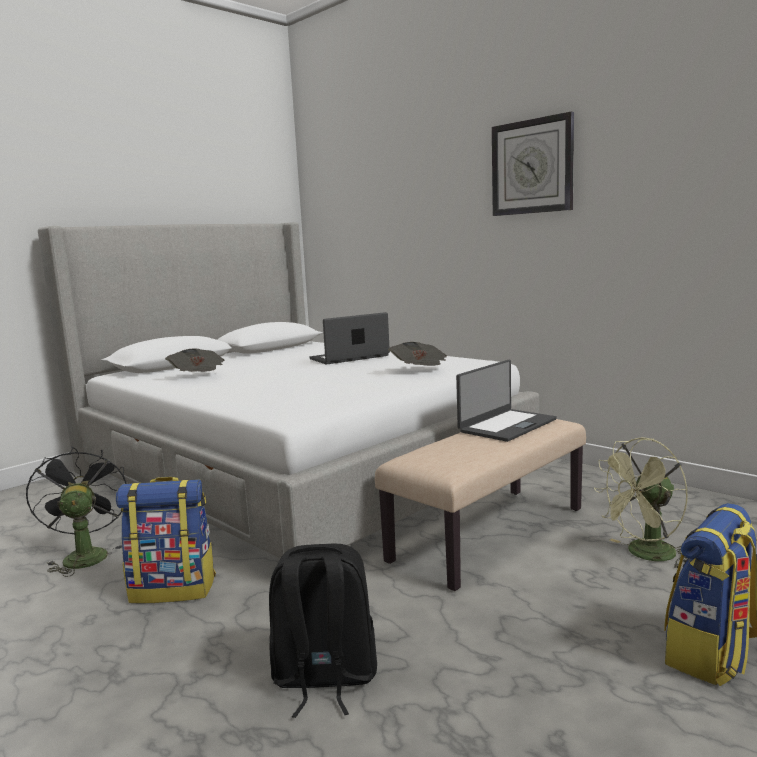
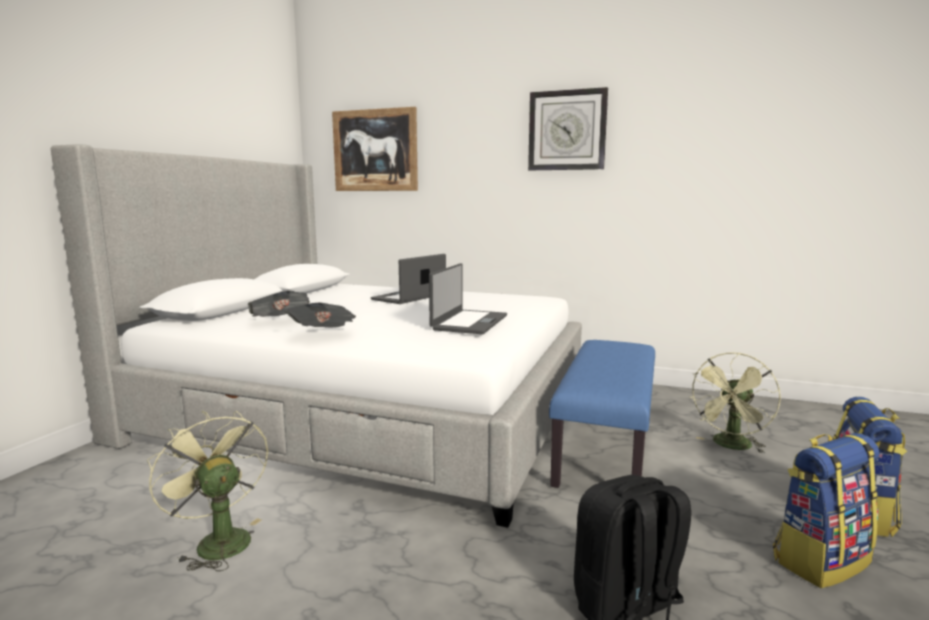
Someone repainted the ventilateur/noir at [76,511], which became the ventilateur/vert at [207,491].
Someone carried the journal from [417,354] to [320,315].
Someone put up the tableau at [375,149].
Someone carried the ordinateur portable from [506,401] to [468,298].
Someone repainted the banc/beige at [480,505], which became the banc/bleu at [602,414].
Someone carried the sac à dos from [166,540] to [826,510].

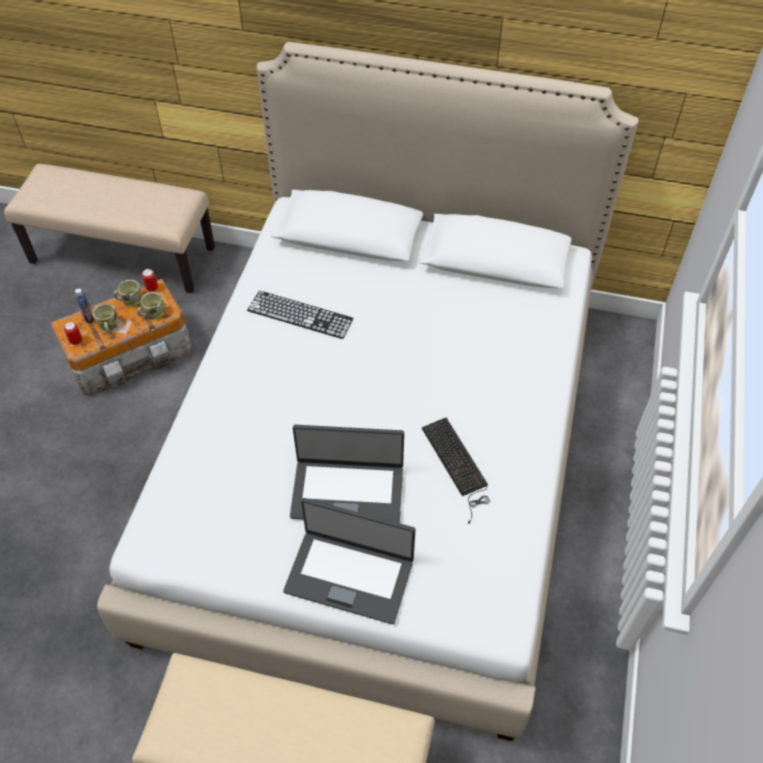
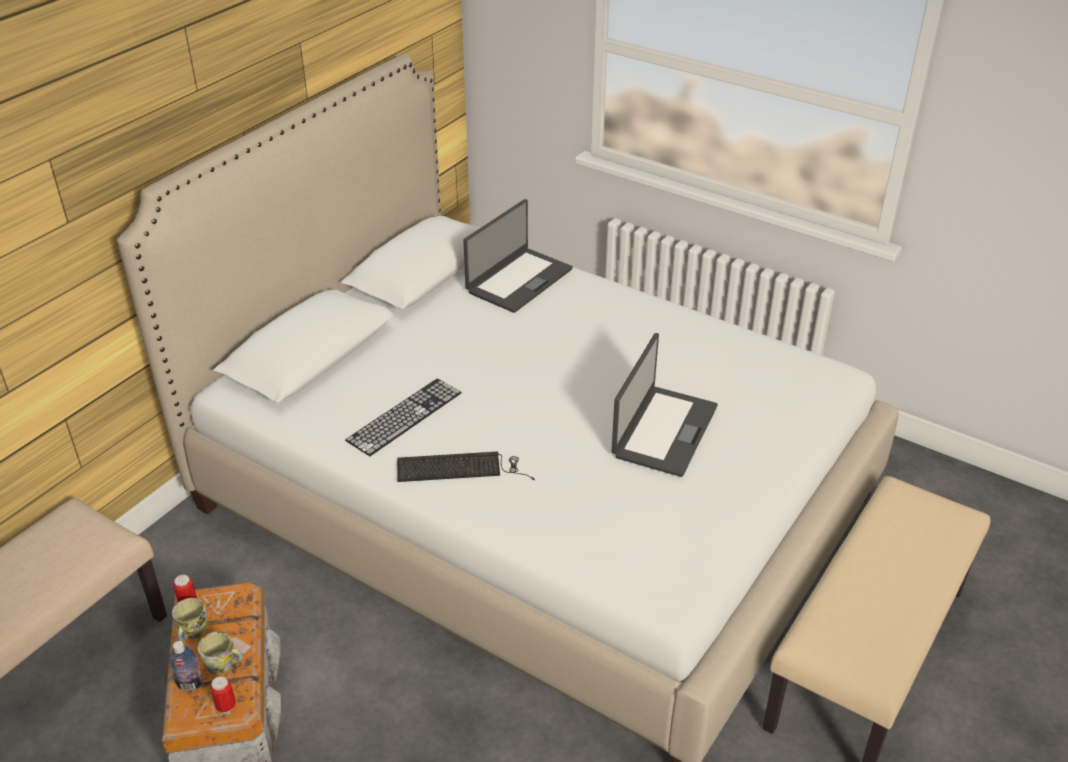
Someone carried the clavier from [456,471] to [466,466].
Someone carried the ordinateur portable from [349,561] to [518,256].
Someone took away the mug at [150,306].

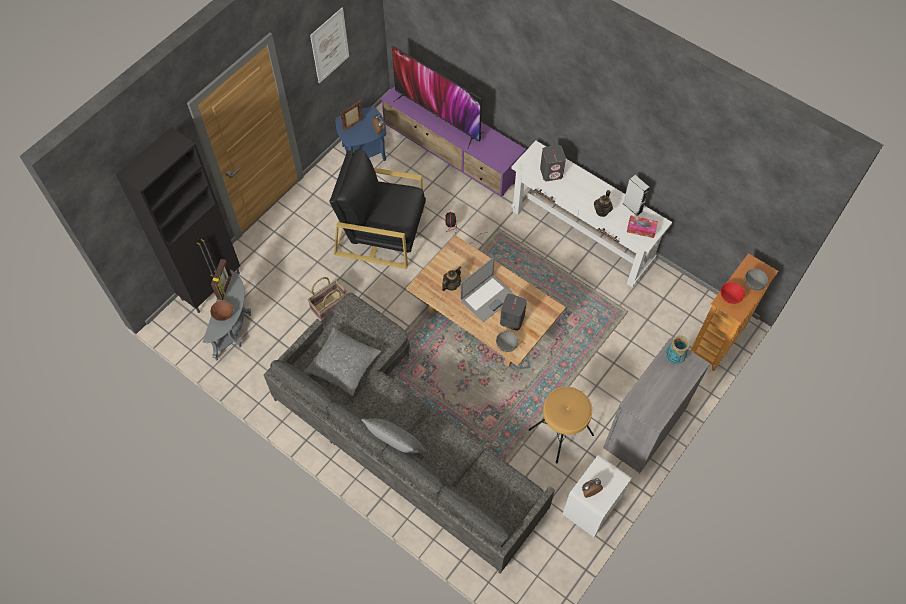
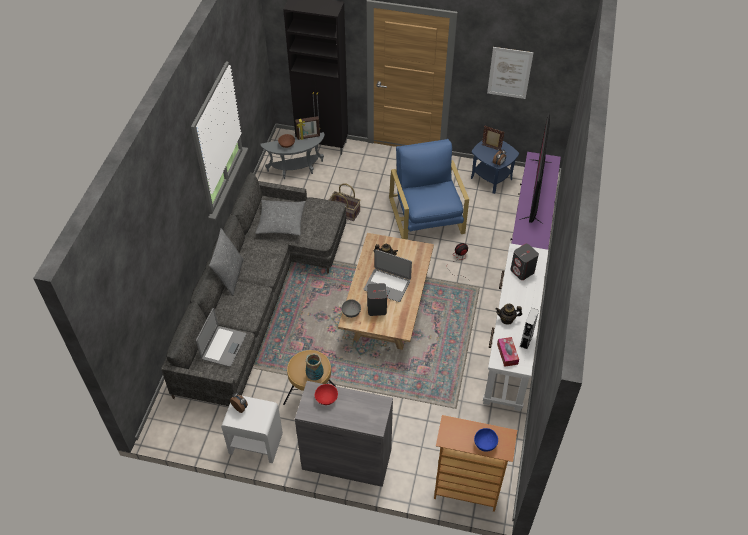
Someone put down the ordinateur portable at [221,337].
Someone carried the vase from [678,349] to [314,367].
Someone carried the bol/rouge from [732,293] to [326,394].
Someone repainted the fauteuil/noir at [377,209], which became the fauteuil/bleu at [429,189].
Someone repainted the bol/gris at [756,279], which became the bol/bleu at [486,440].

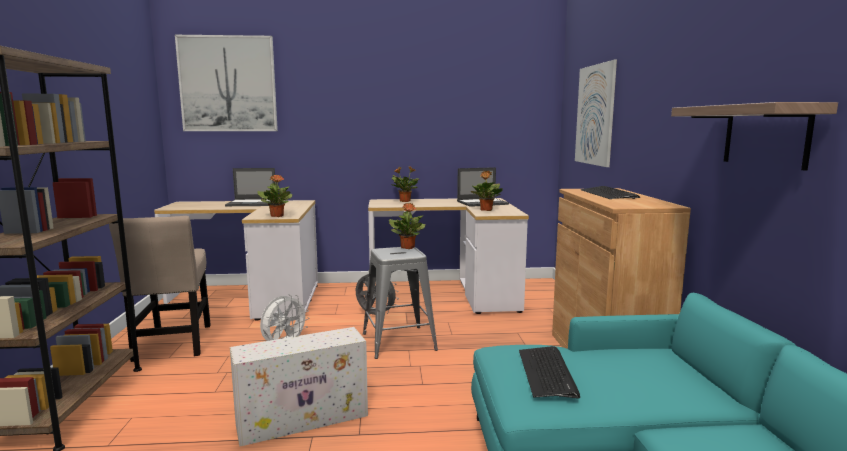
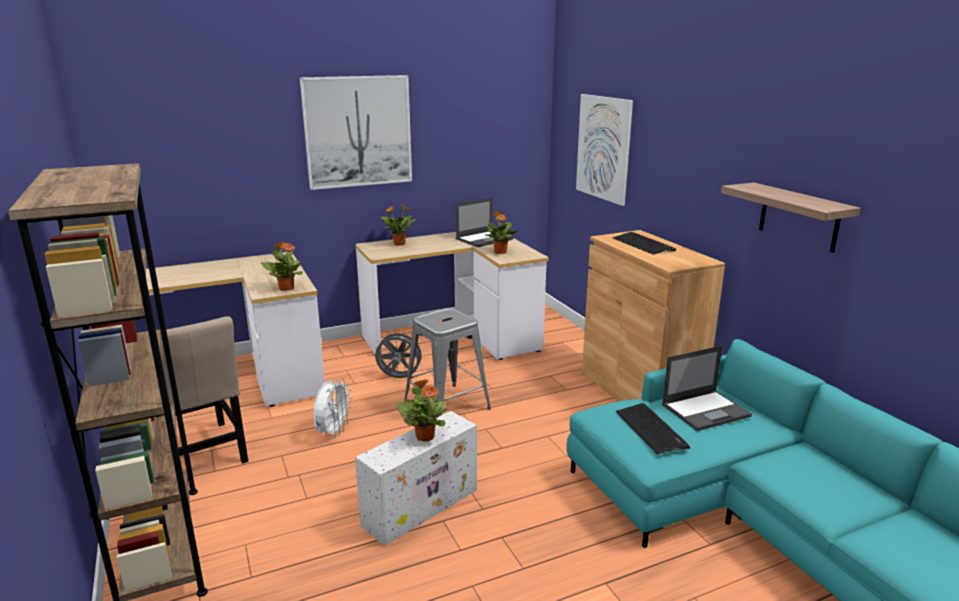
Someone carried the tableau from [226,83] to [356,132].
Someone carried the plante en pot from [407,226] to [422,410].
Someone carried the ordinateur portable from [250,187] to [707,388].

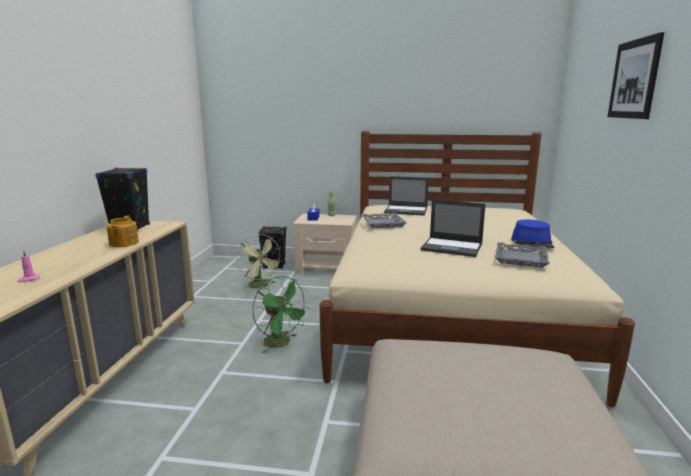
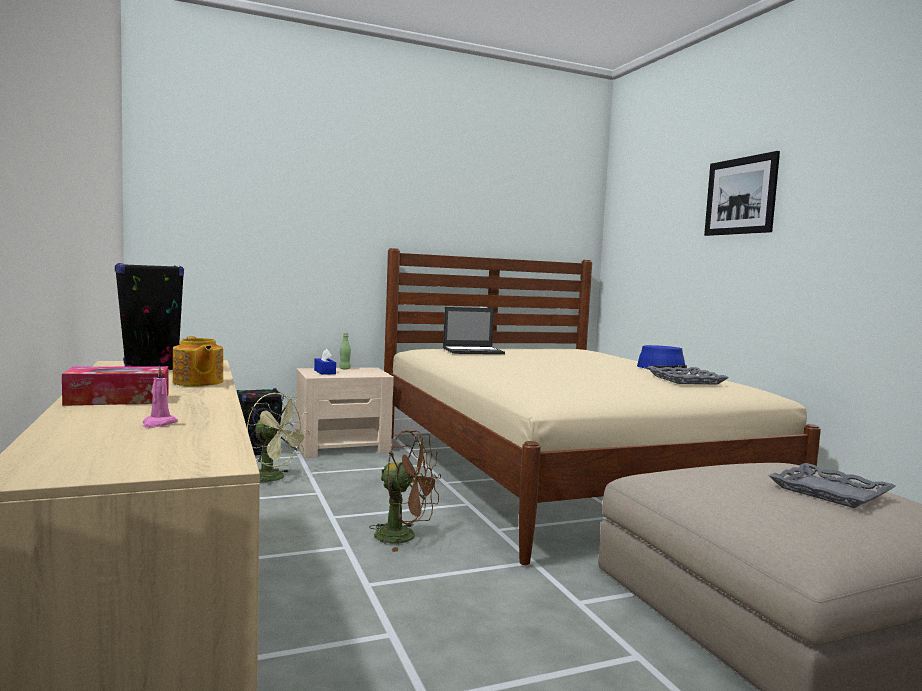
Someone put down the boîte à mouchoirs at [115,386].
Someone repainted the ventilateur/vert at [281,314], which became the ventilateur/marron at [405,491].
Someone carried the plateau/gris from [384,220] to [832,485].
Someone took away the ordinateur portable at [453,228].

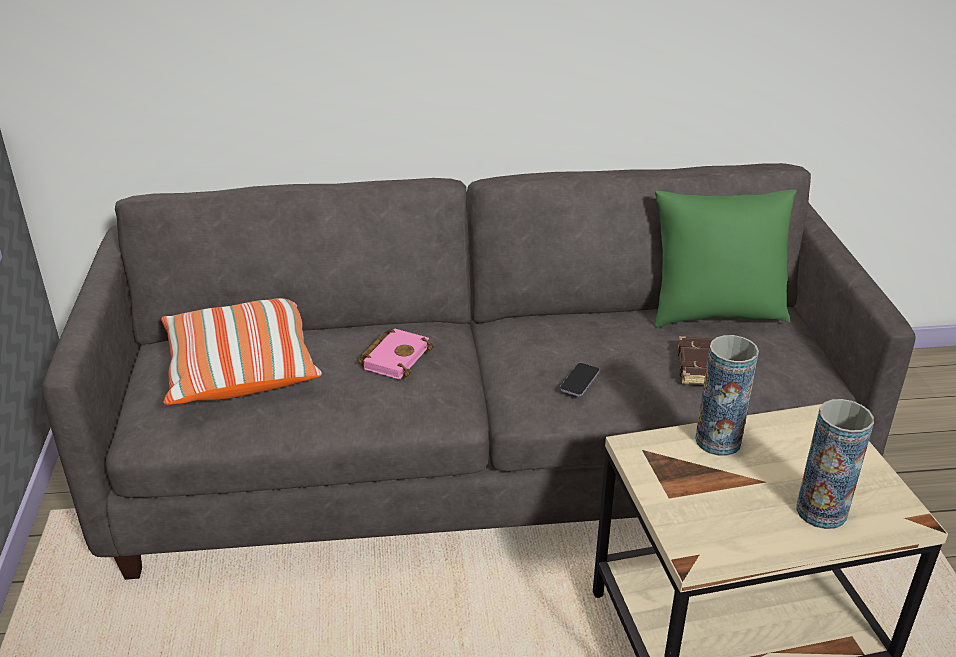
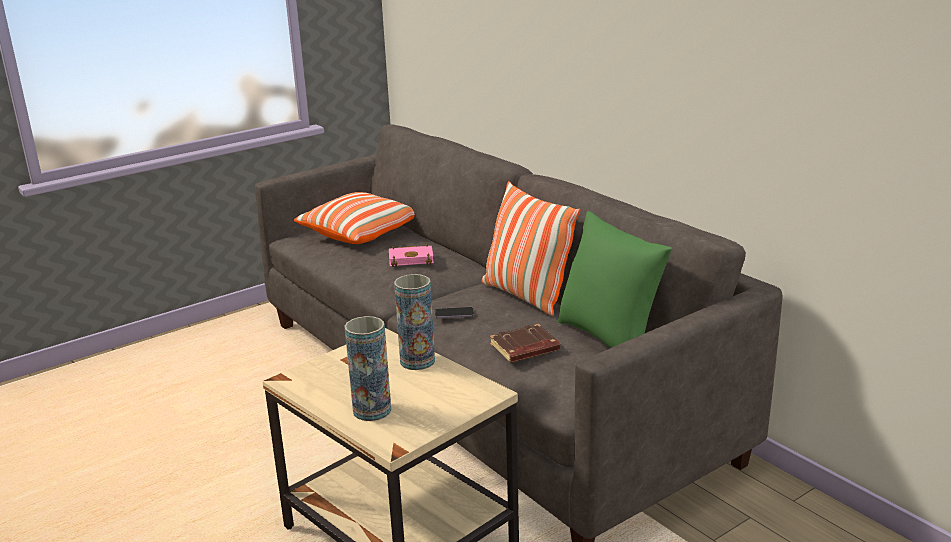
Someone put down the coussin at [531,248].

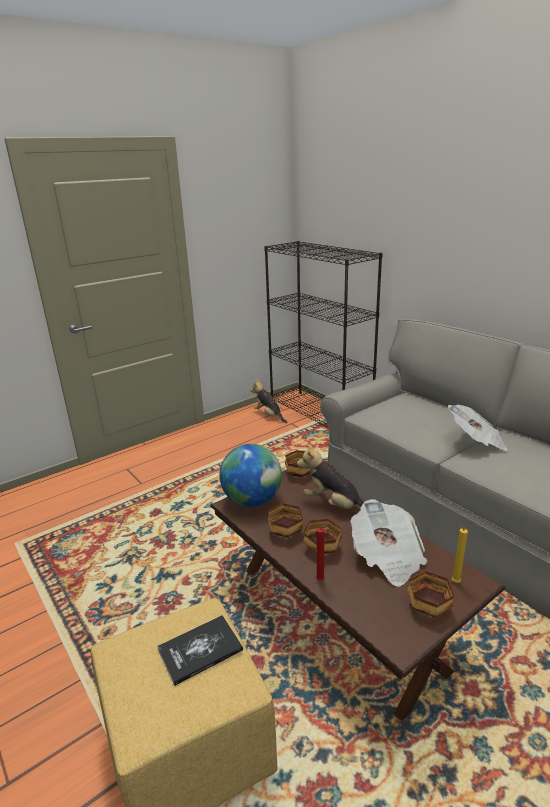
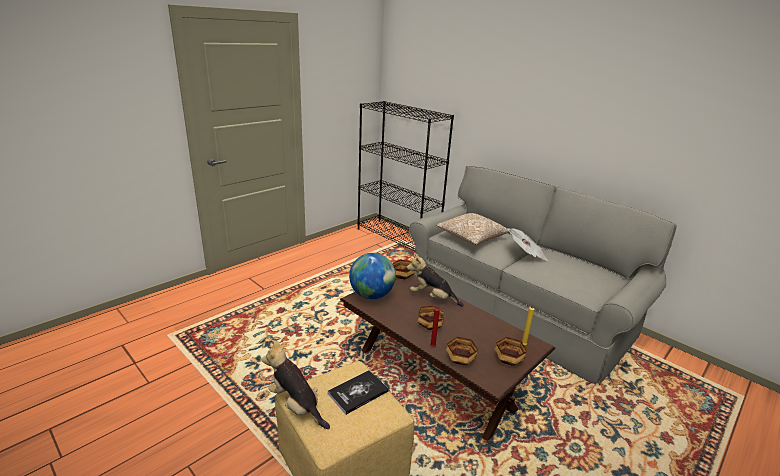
Someone carried the peluche from [268,401] to [296,384].
Someone put down the coussin at [472,229].
Someone carried the bol from [285,520] to [462,351].
Someone took away the journal at [389,543].

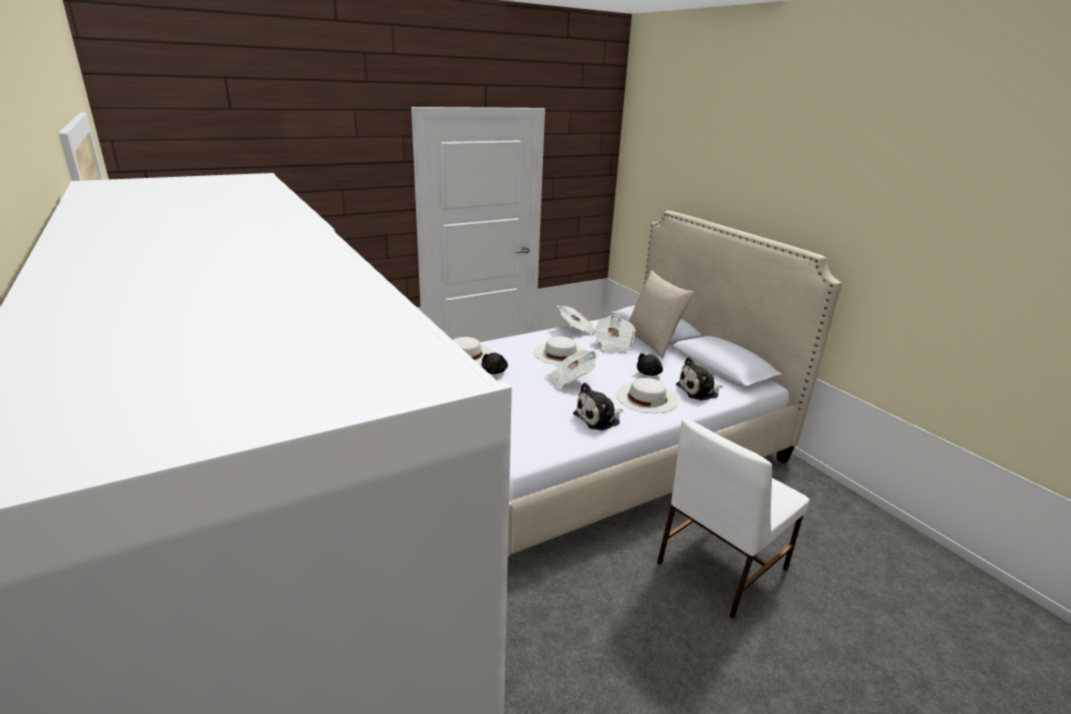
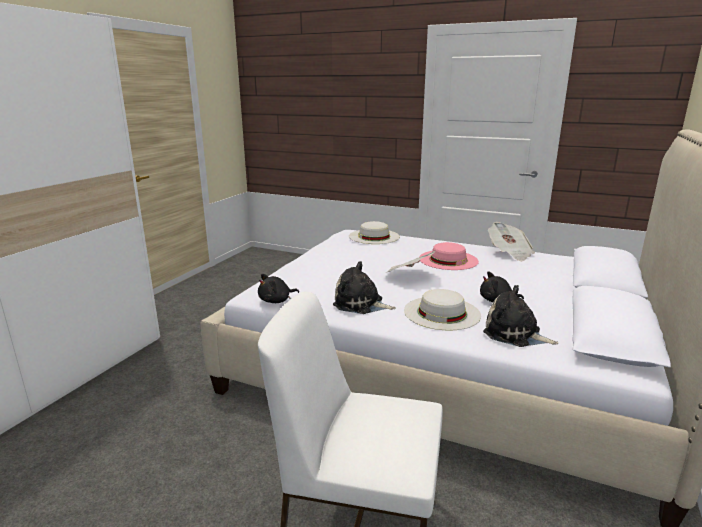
Someone carried the peluche/noir from [495,363] to [278,288].
Someone repainted the chapeau/blanc at [559,350], which became the chapeau/rose at [449,256].
Someone took away the journal at [614,335].
Someone took away the coussin/beige at [661,314].

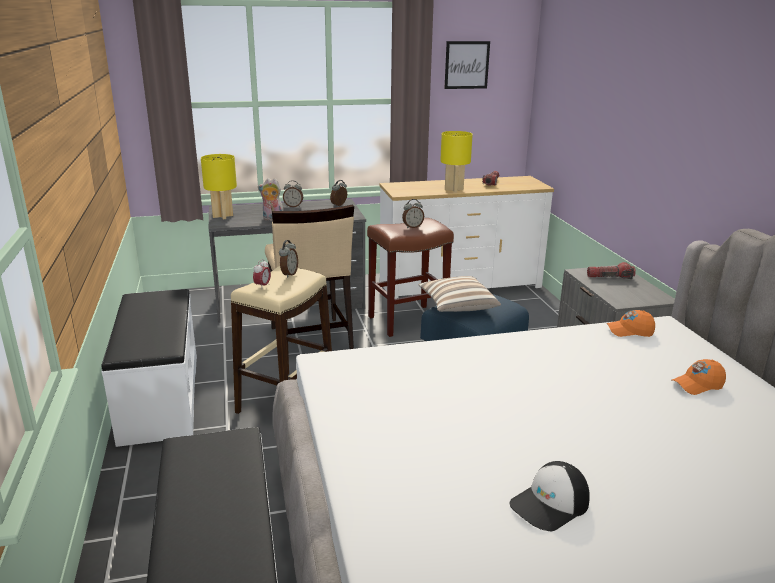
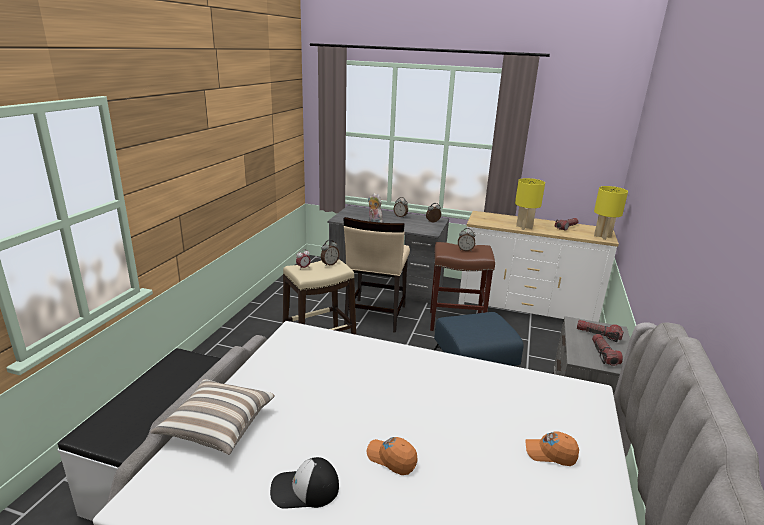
Someone carried the coussin from [459,294] to [212,417].
Someone carried the casquette/orange from [631,323] to [392,456].
Someone put down the lampe de poche at [607,350].
Someone carried the lampe de table/jaune from [219,186] to [611,213].
Someone took away the banc/blanc at [149,368].
Someone took away the tableau at [467,65].

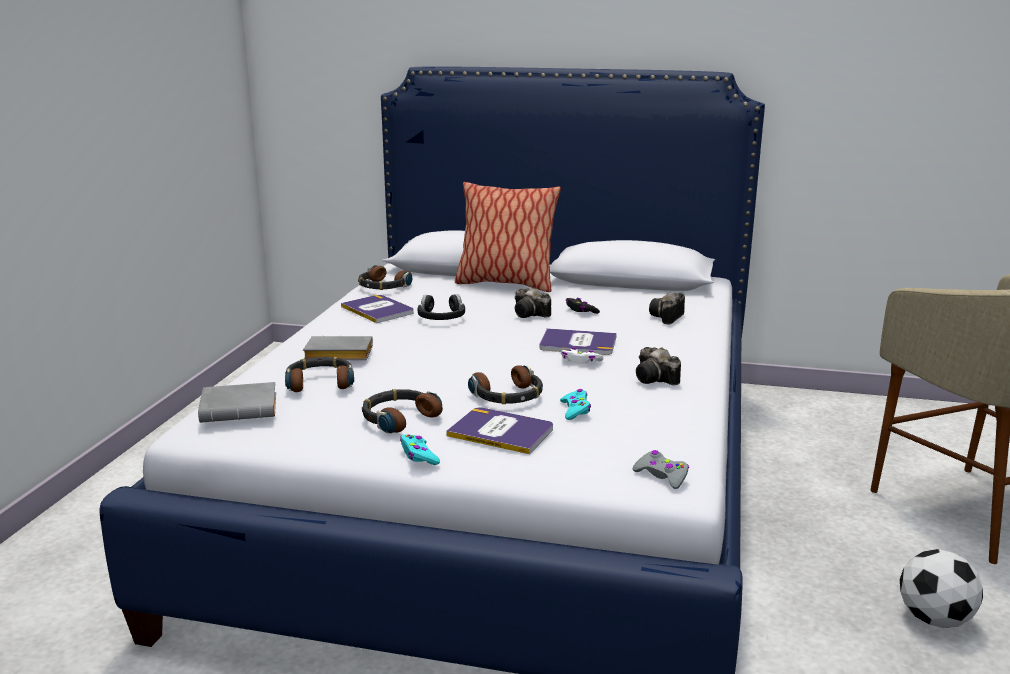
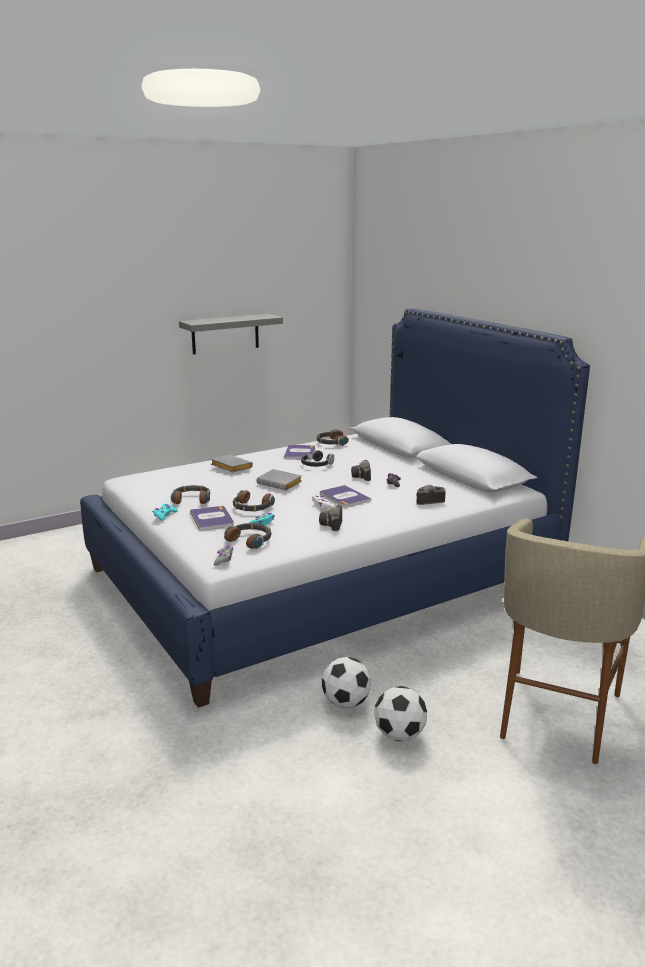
Someone put up the étagère/gris at [231,334].
Someone carried the casque audio from [319,374] to [247,536].
Someone carried the livre/gris from [237,402] to [279,480].
Someone put down the ballon de foot at [346,682].
Someone took away the coussin at [508,237].

